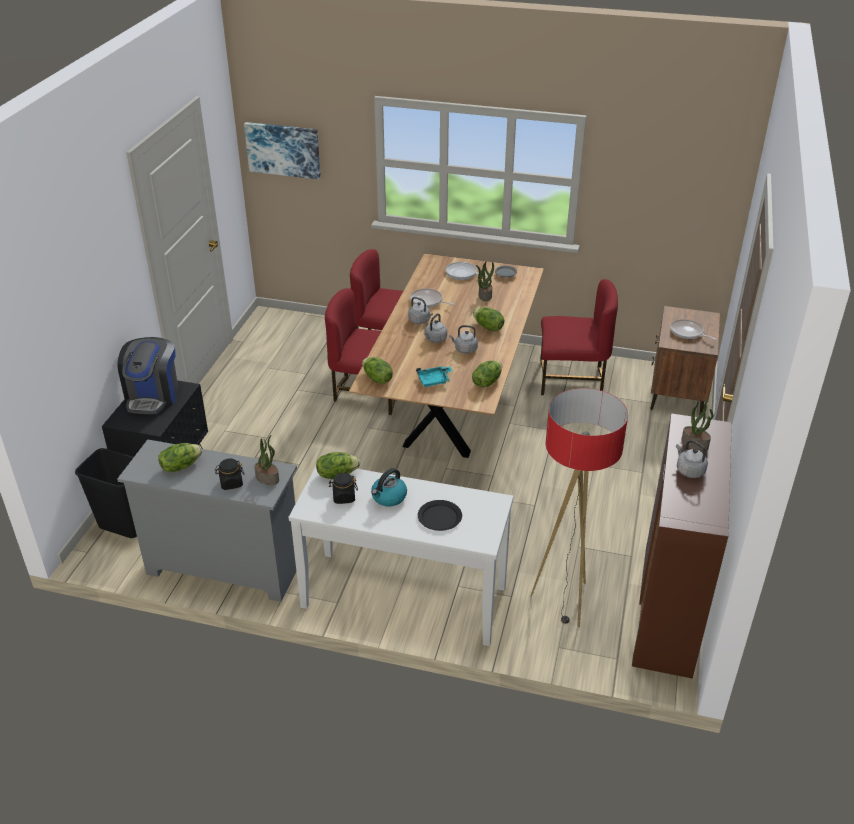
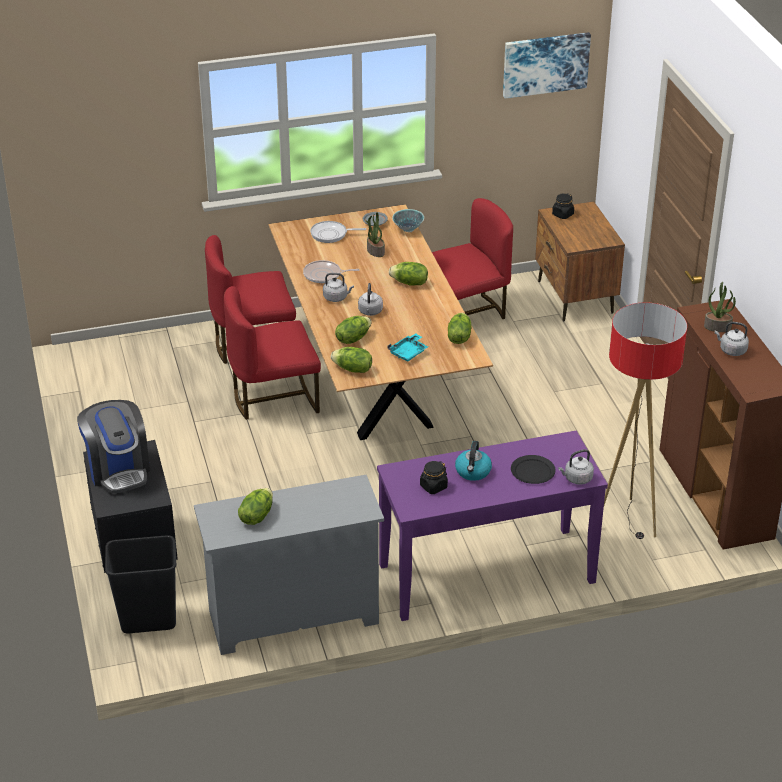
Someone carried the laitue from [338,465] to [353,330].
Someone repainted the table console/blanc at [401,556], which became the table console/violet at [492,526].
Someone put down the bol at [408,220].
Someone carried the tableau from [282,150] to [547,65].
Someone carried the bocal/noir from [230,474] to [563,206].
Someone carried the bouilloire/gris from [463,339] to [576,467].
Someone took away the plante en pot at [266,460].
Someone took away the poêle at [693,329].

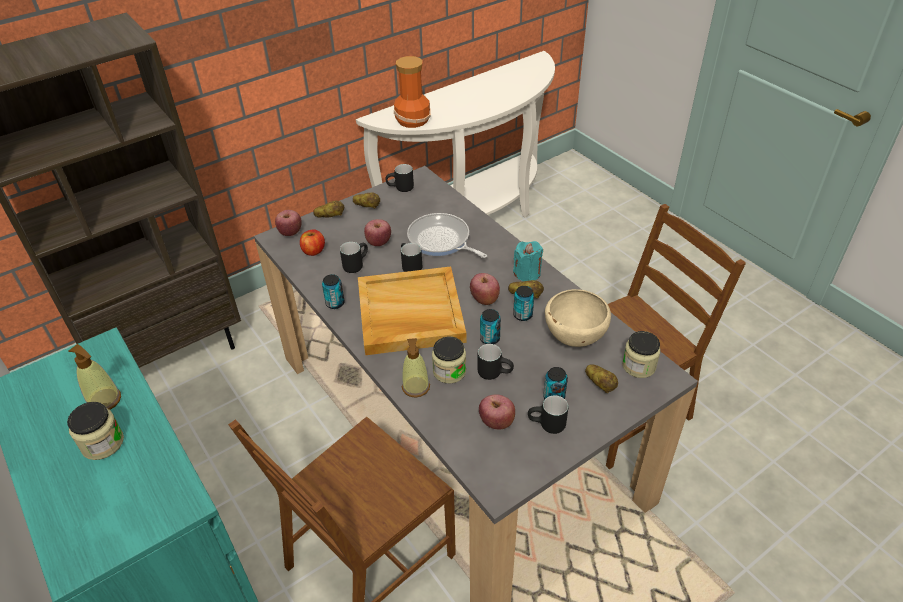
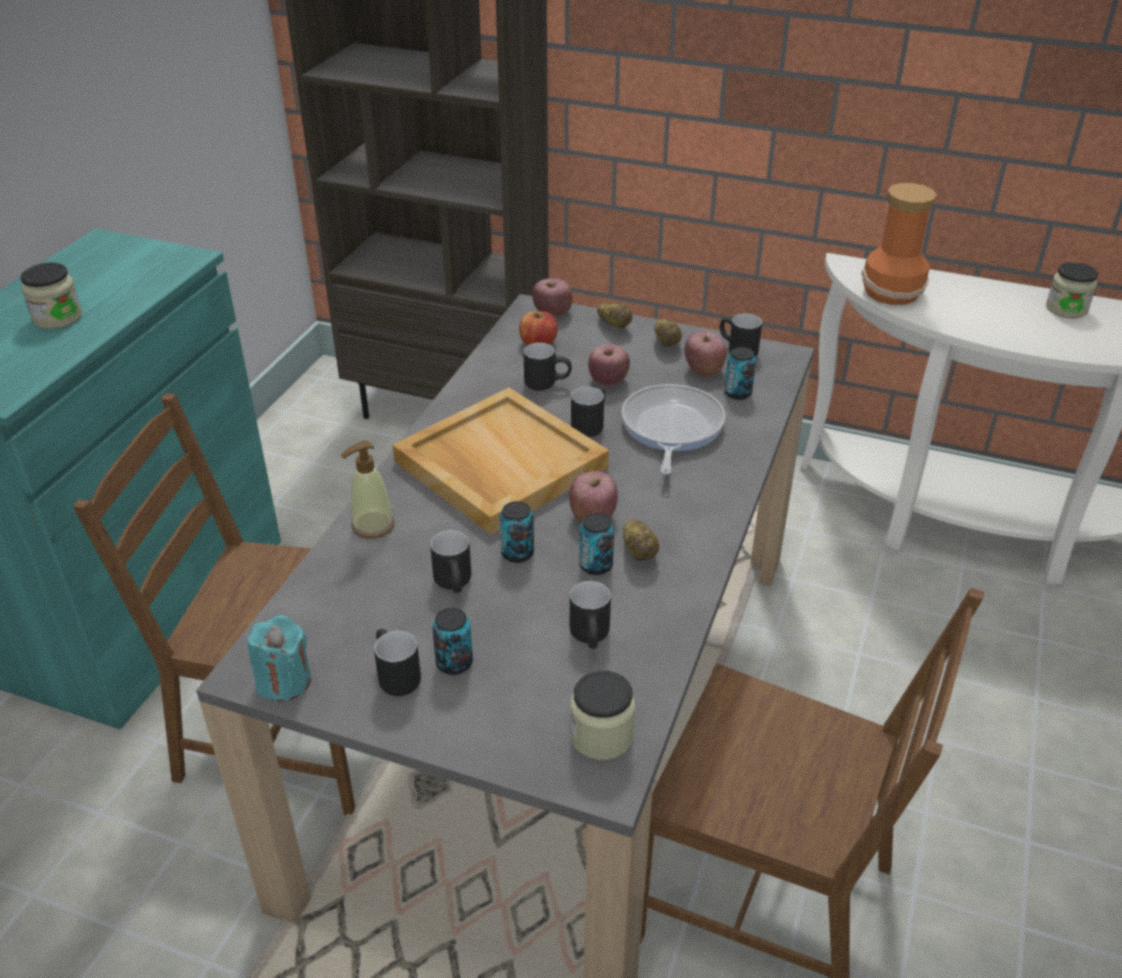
Someone carried the bougie/turquoise from [528,261] to [279,658].
Someone swapped the bol/beige at [578,318] for the mug/noir at [590,615].
Someone carried the pomme from [497,412] to [705,353].
Someone carried the boîte métallique from [333,291] to [740,373].
Someone carried the bocal from [449,360] to [1072,290].
Someone took away the distributeur de savon at [95,377].
Someone took away the pomme de terre at [601,378].

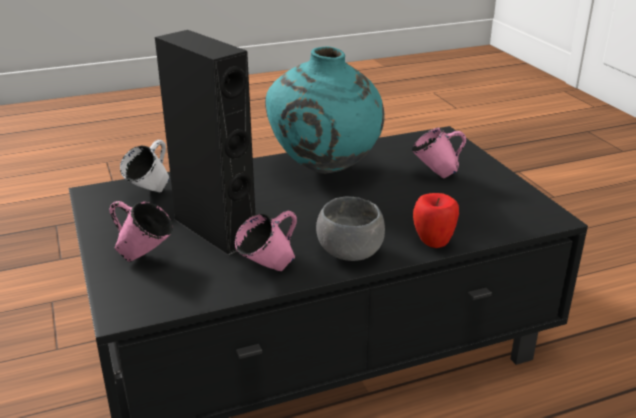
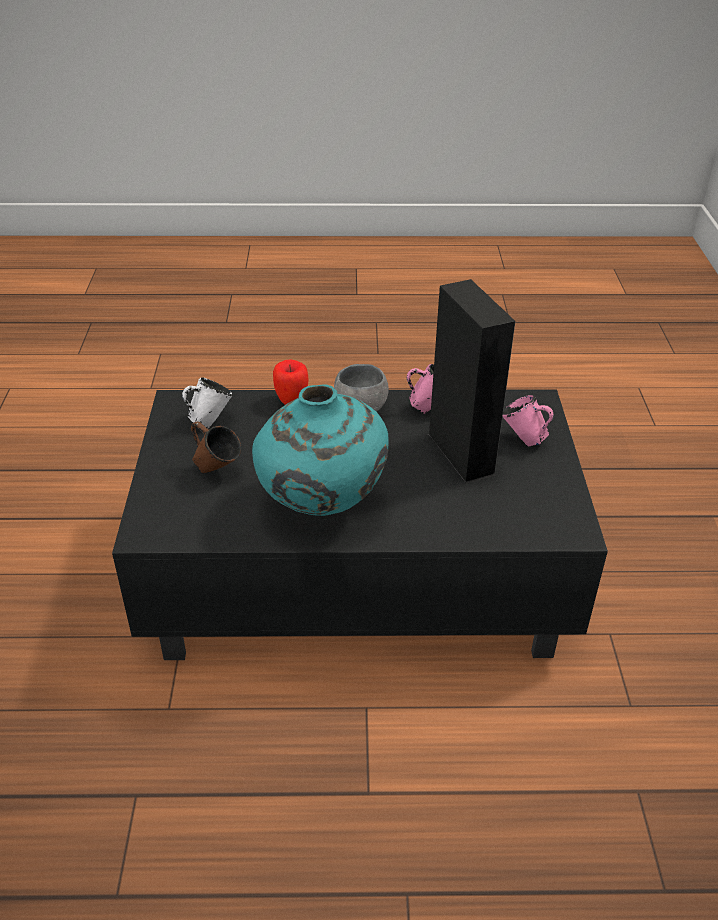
Someone carried the mug/blanc from [144,166] to [207,402].
Someone repainted the mug/rose at [439,152], which became the mug/marron at [216,447].

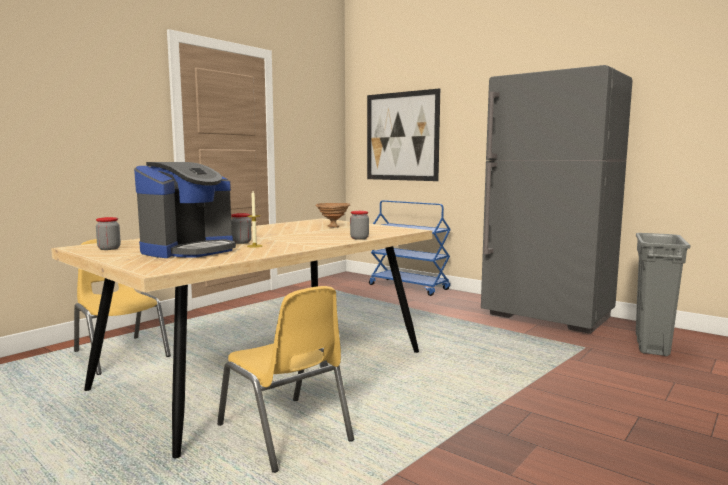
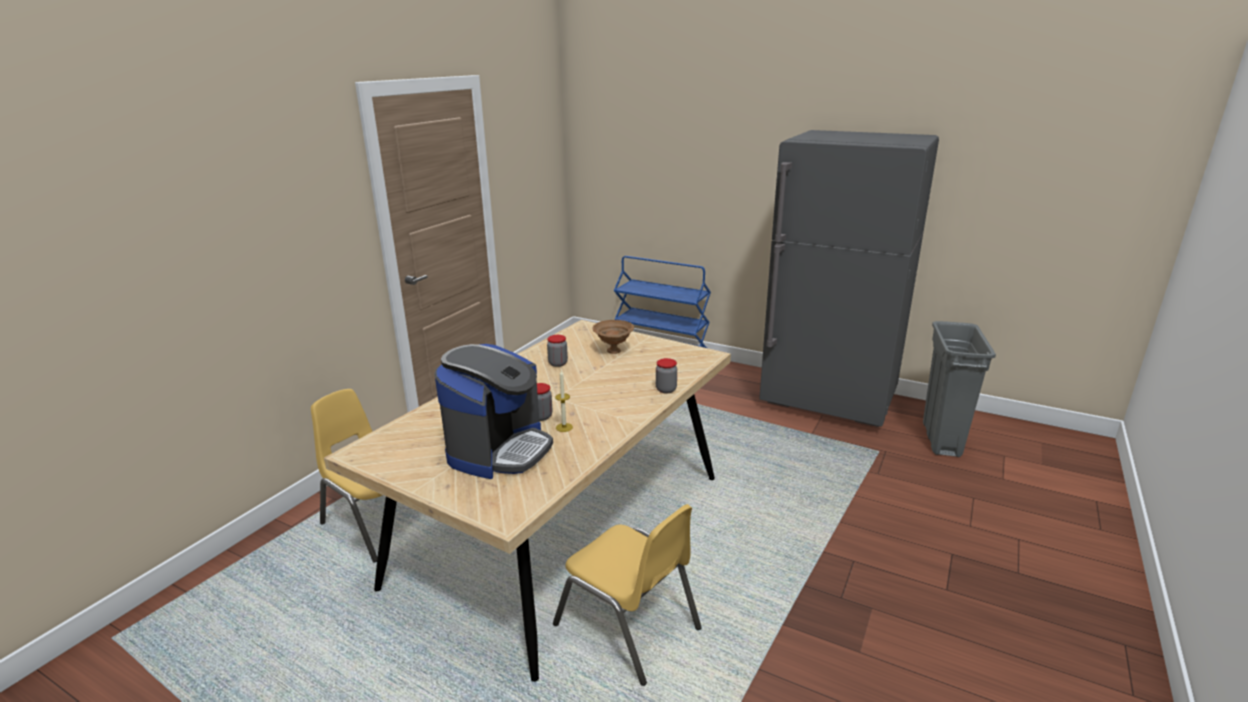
Someone carried the bocal from [108,233] to [557,351].
Someone took away the tableau at [403,134].

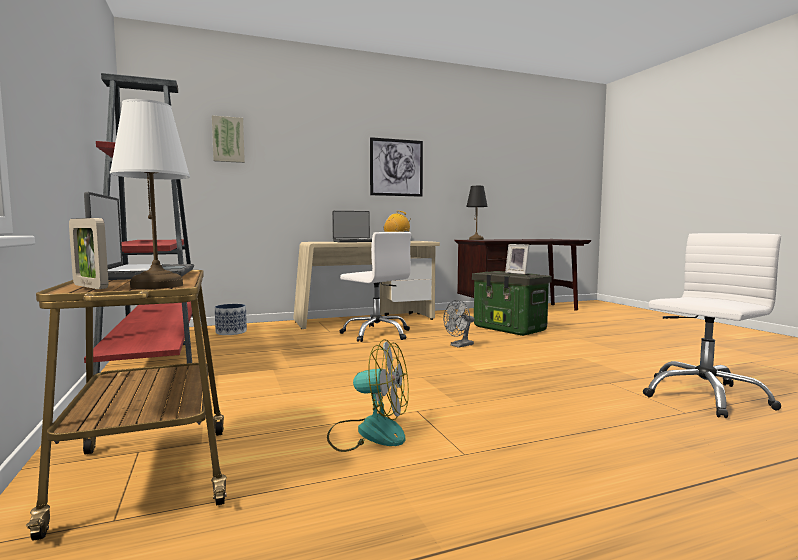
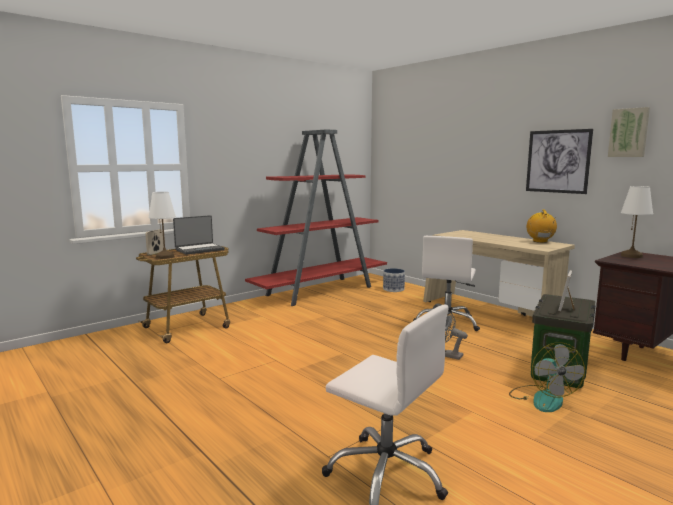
Someone carried the ventilateur from [368,395] to [547,377].
Someone carried the tableau from [228,139] to [629,132].
Someone repainted the lampe de table/noir at [477,213], which became the lampe de table/blanc at [637,222].
Someone took away the ordinateur portable at [352,227].

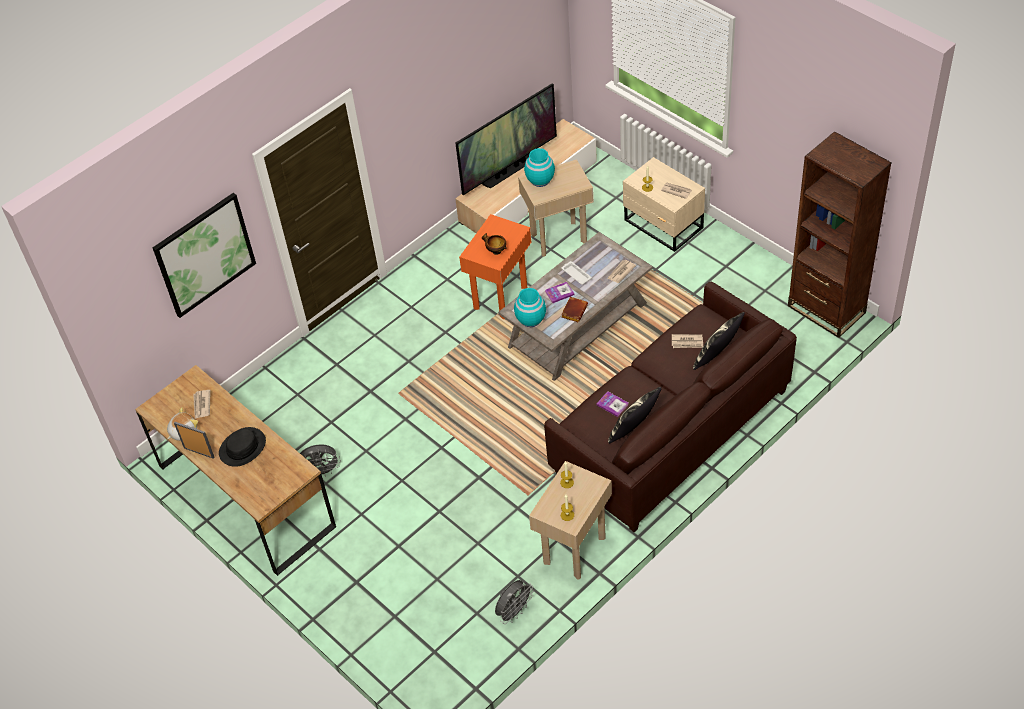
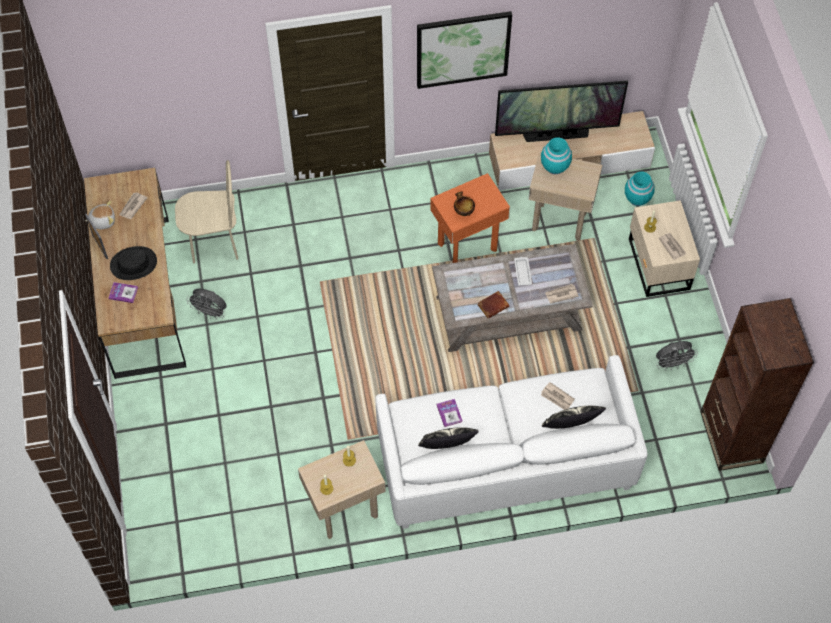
Someone carried the livre from [559,292] to [123,292].
Someone put down the chaise/beige at [206,211].
Someone repainted the canapé/marron at [670,407], which became the canapé/blanc at [511,442].
Someone carried the tableau from [204,255] to [464,50].
Someone carried the vase/turquoise from [530,307] to [640,188].
Someone carried the ventilateur/gris from [514,602] to [677,356].

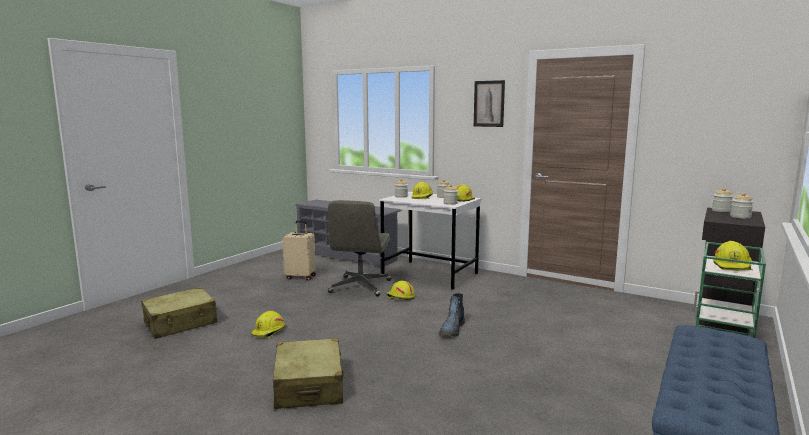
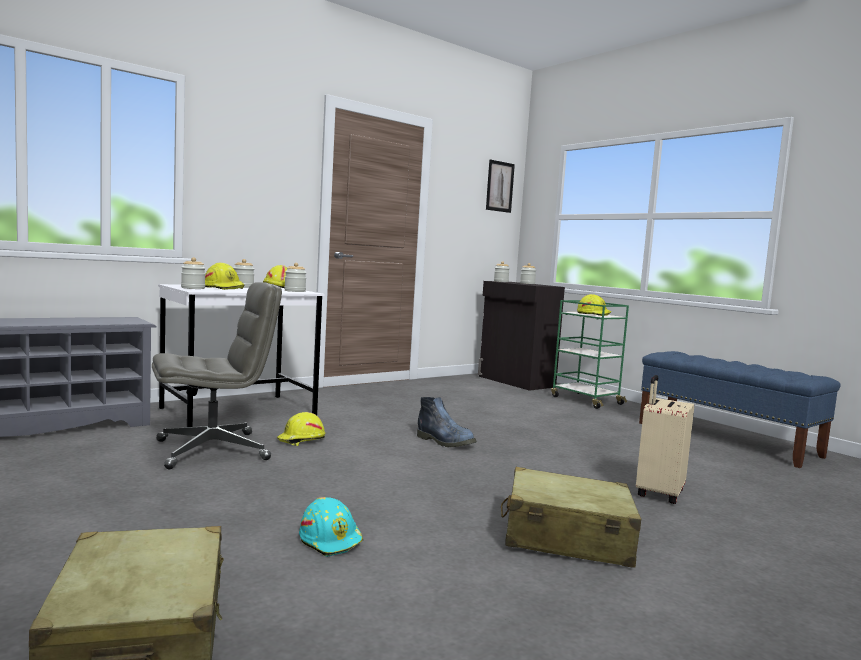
Someone rotated the chaise de bureau/gris at [360,248] by 60 degrees counterclockwise.
Someone repainted the casque de chantier/jaune at [268,324], which became the casque de chantier/turquoise at [331,527].
Someone carried the tableau from [489,103] to [500,186].
Someone carried the valise/beige from [299,250] to [665,439].

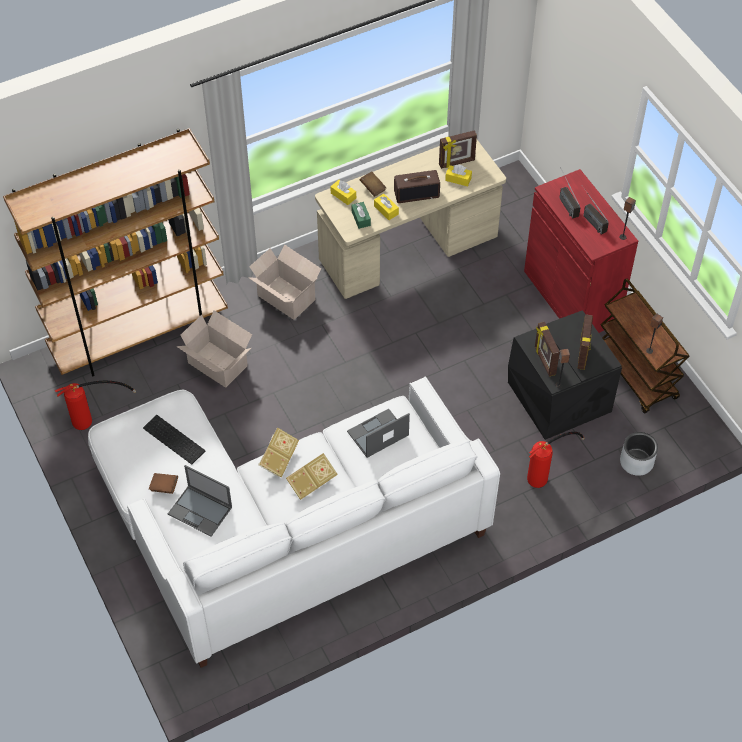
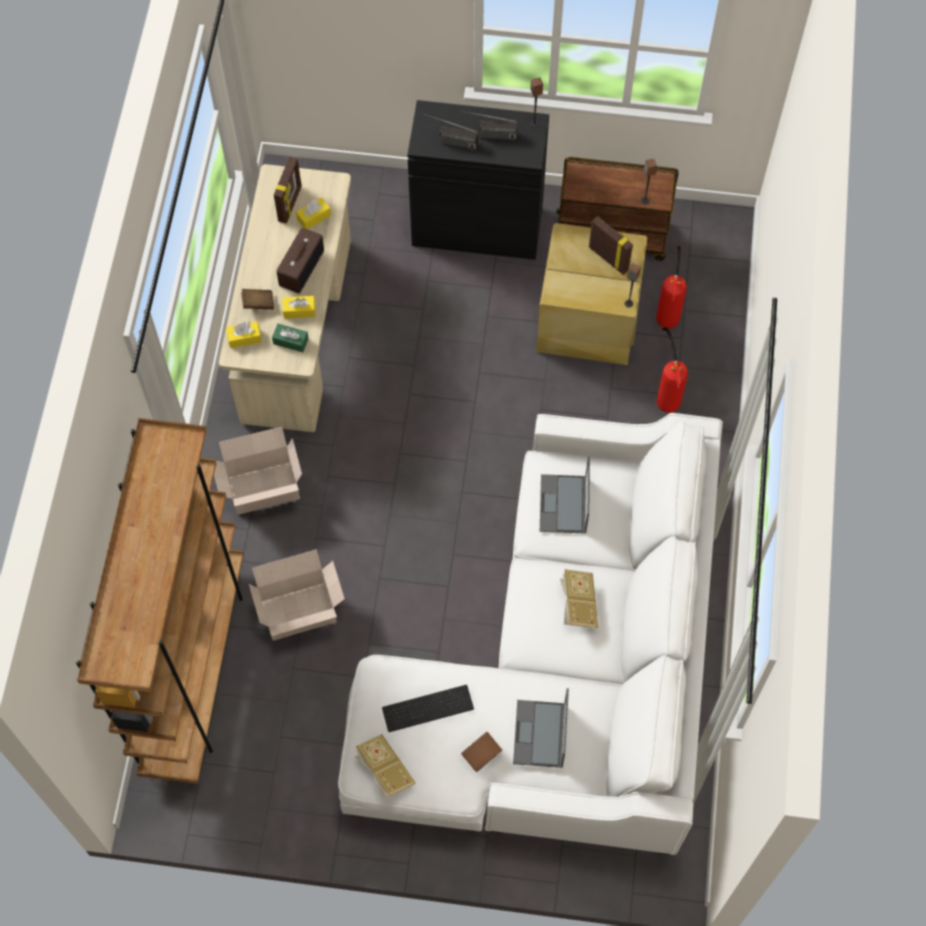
Someone carried the livre from [278,452] to [385,766].
Someone repainted the meuble de rangement/rouge at [581,251], which became the meuble de rangement/noir at [478,180].
Someone rotated the ordinateur portable at [200,501] by 120 degrees clockwise.
Someone repainted the boîte de rangement/noir at [565,375], which became the boîte de rangement/beige at [592,294].
Someone carried the extincteur from [95,405] to [671,287].
Someone took away the cadre photo at [547,349].
Someone took away the cache-pot/gris at [639,454].

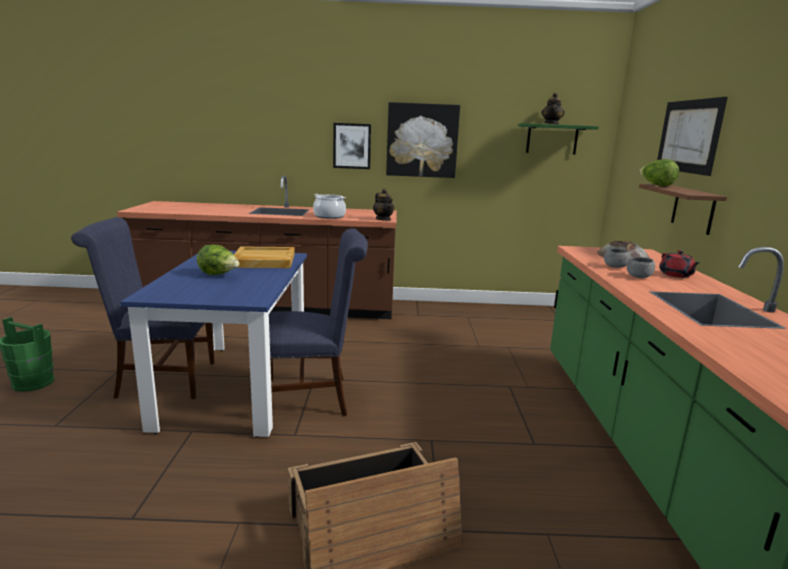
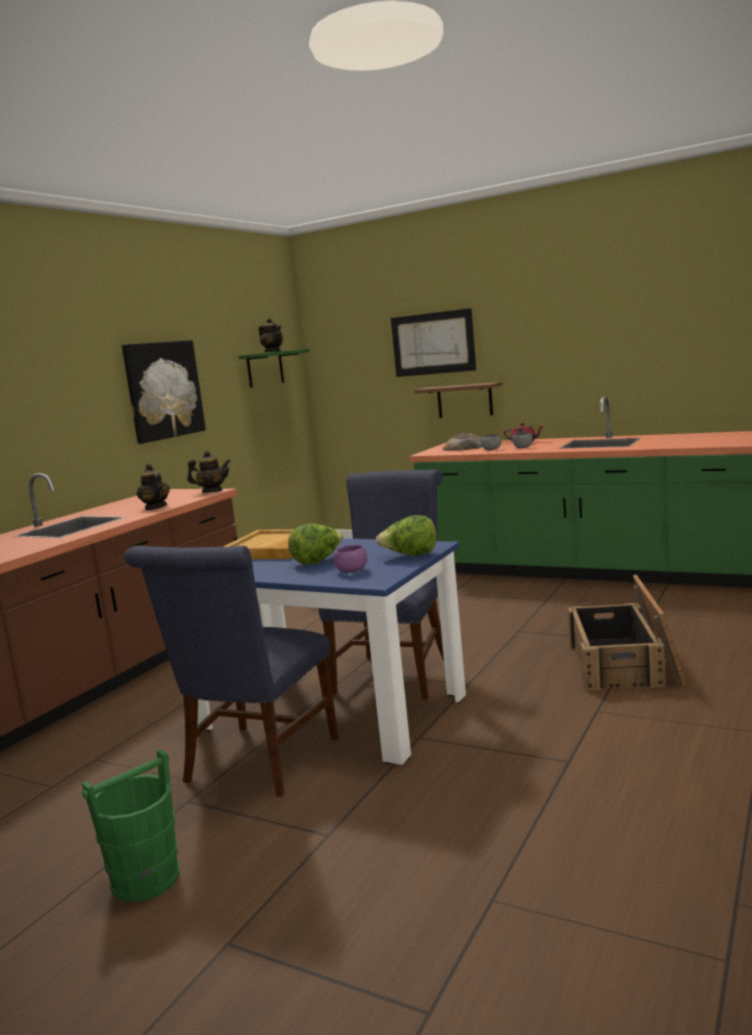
Someone swapped the marmite at [329,206] for the théière at [153,487].
Someone put down the bol/violet at [350,559].
Someone carried the laitue from [659,172] to [406,535].
Someone took away the tableau at [352,146].

